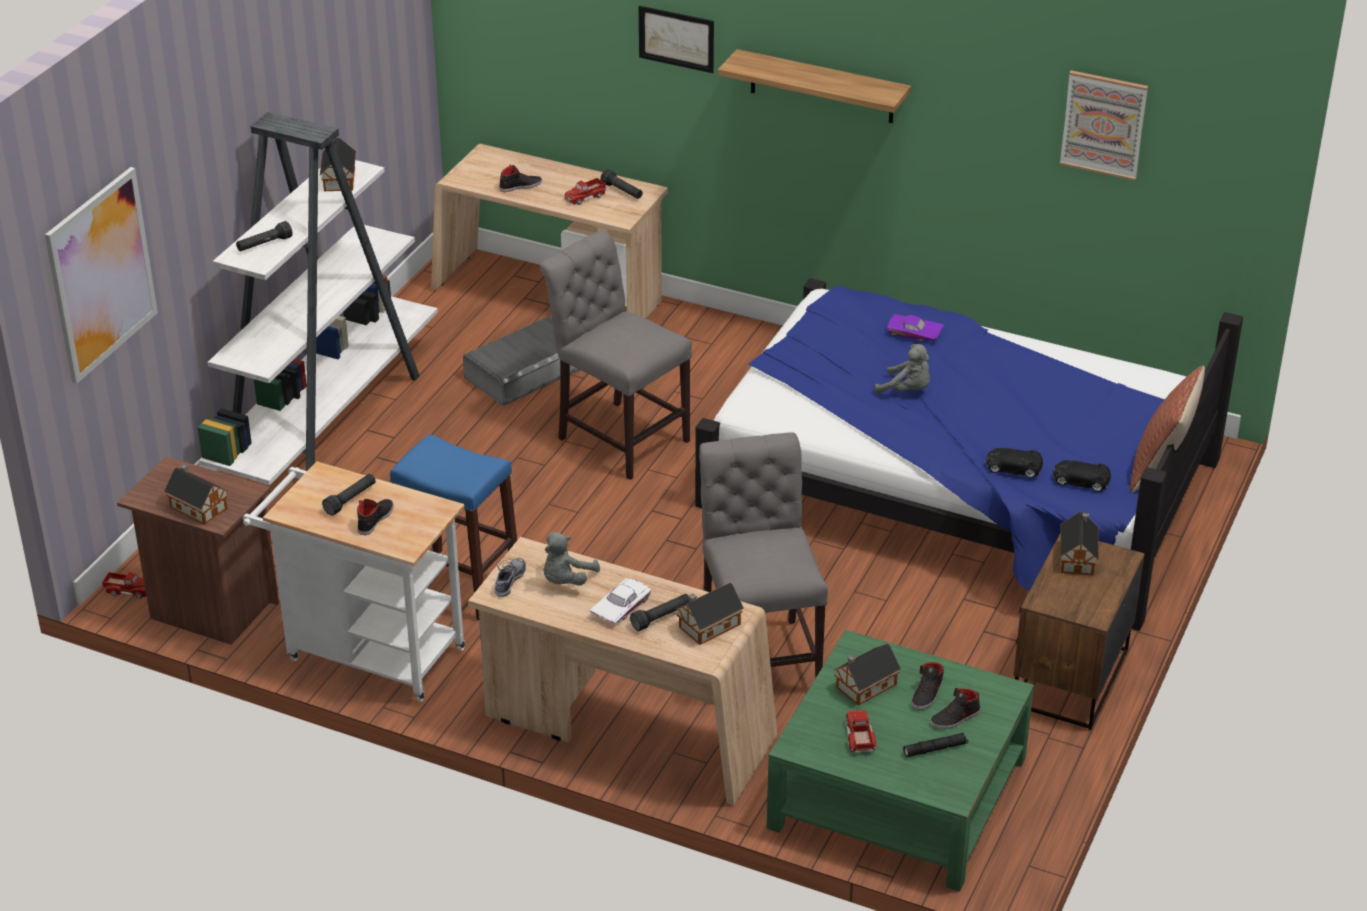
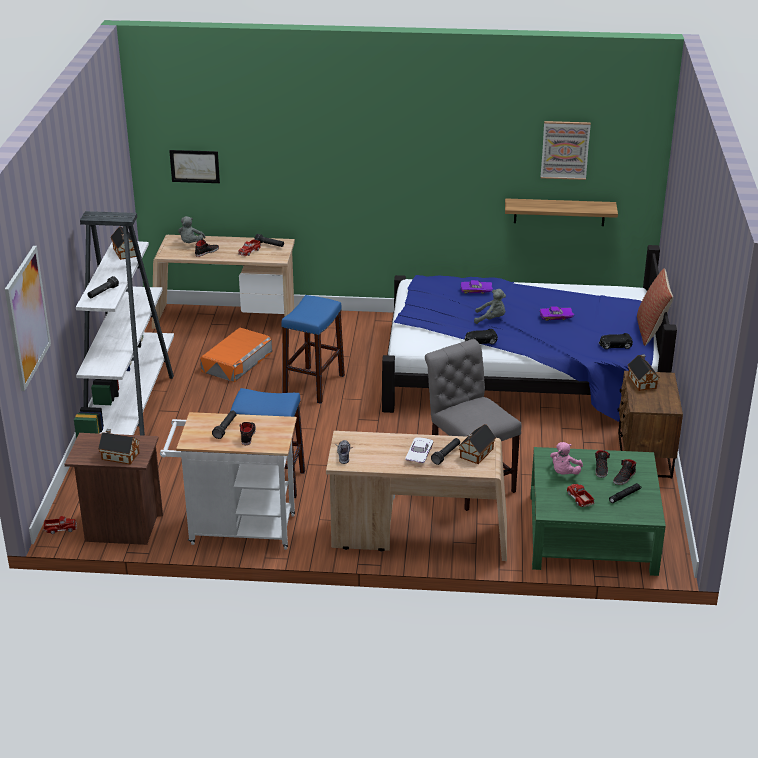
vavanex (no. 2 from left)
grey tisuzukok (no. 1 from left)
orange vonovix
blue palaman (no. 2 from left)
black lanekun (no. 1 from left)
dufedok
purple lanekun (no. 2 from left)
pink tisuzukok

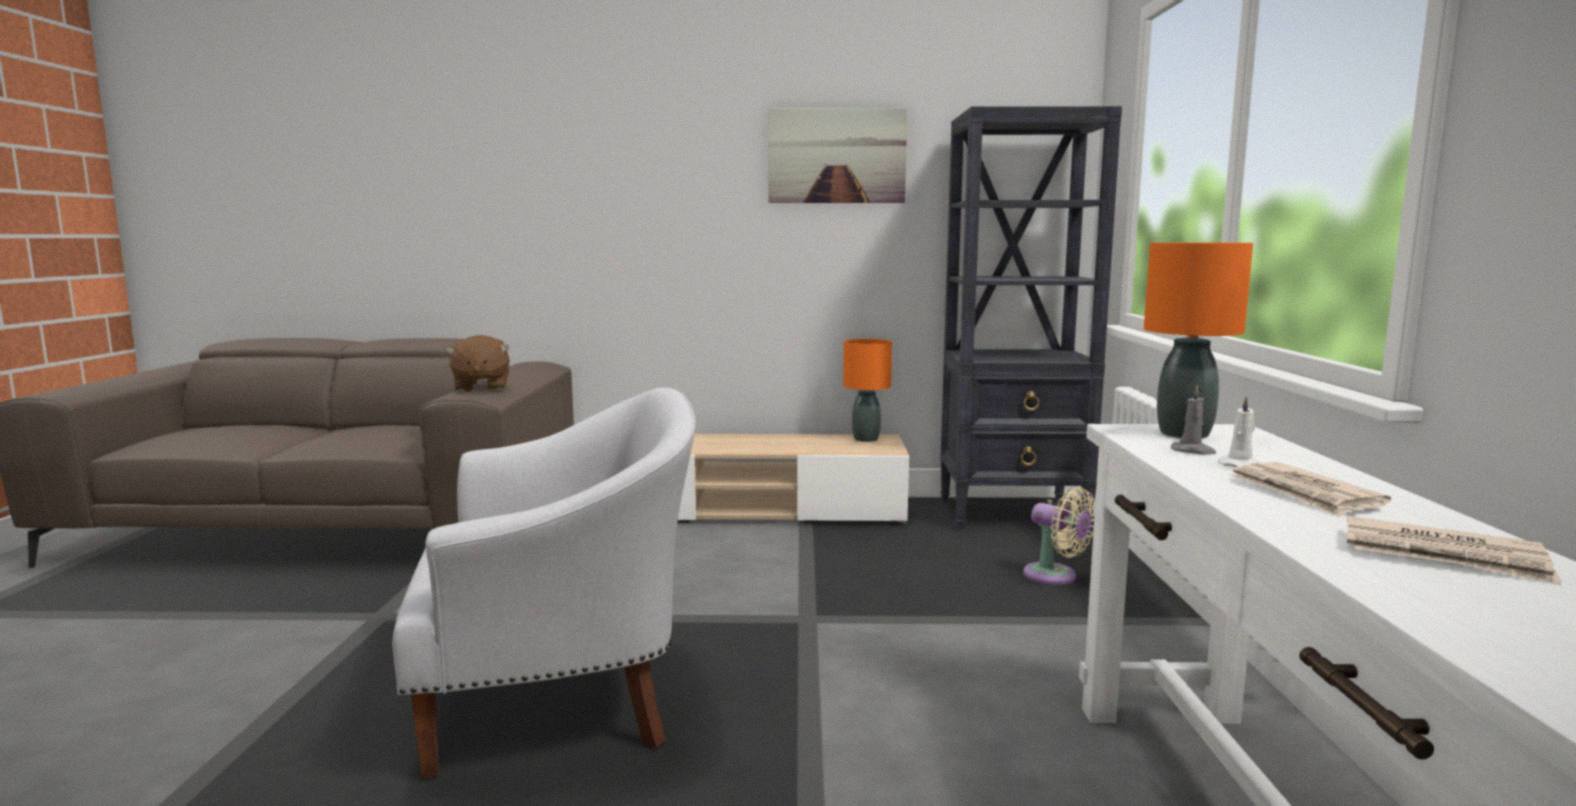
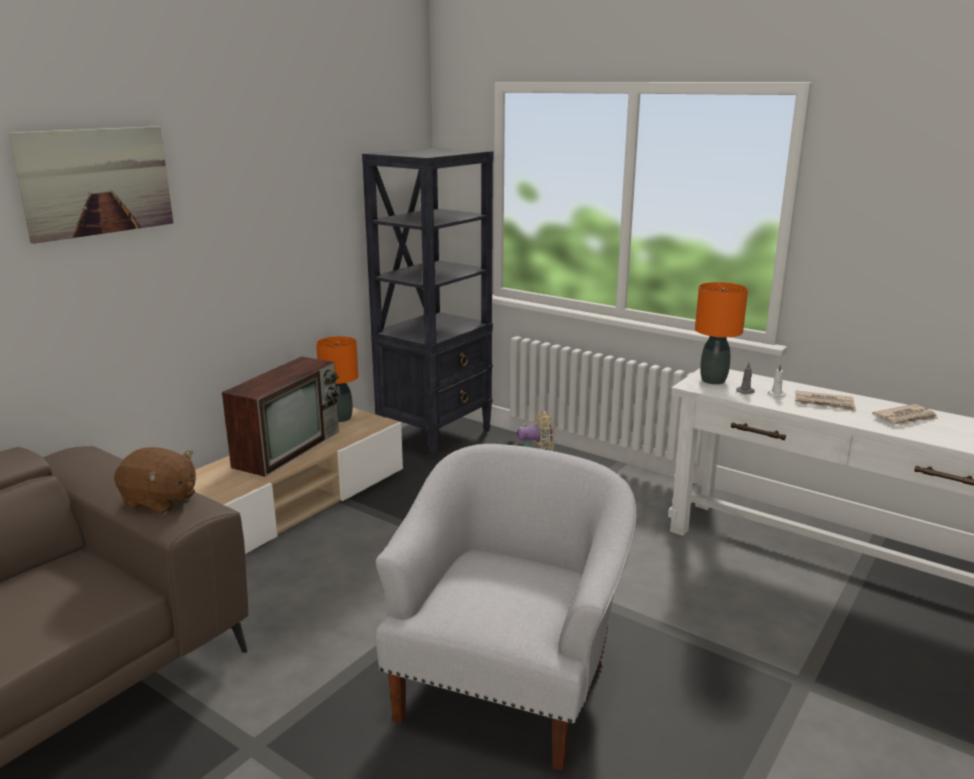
vavanex
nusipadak

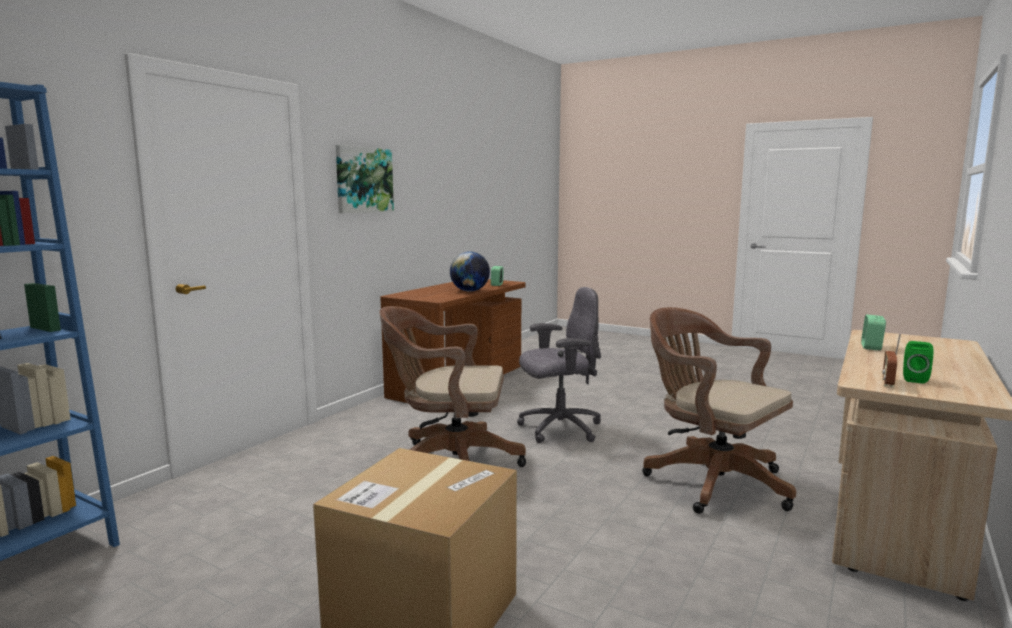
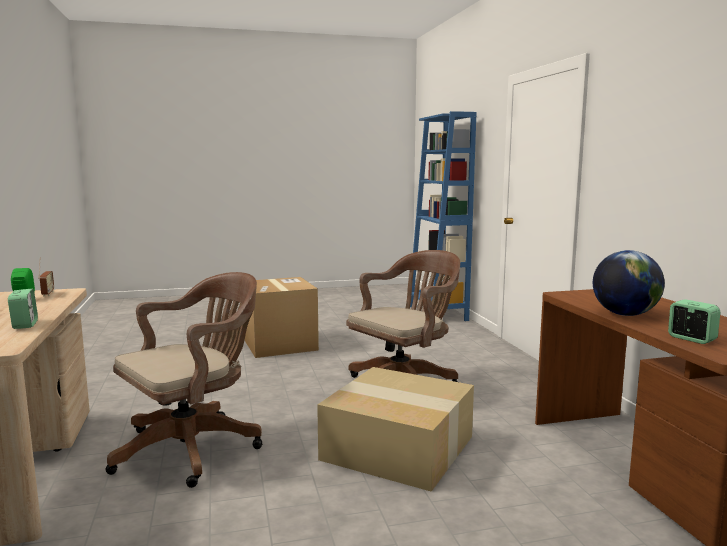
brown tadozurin (no. 1 from left)
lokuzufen (no. 2 from left)
vavanex

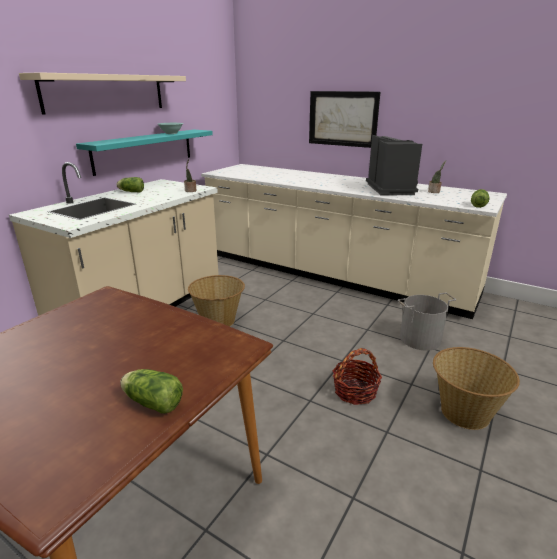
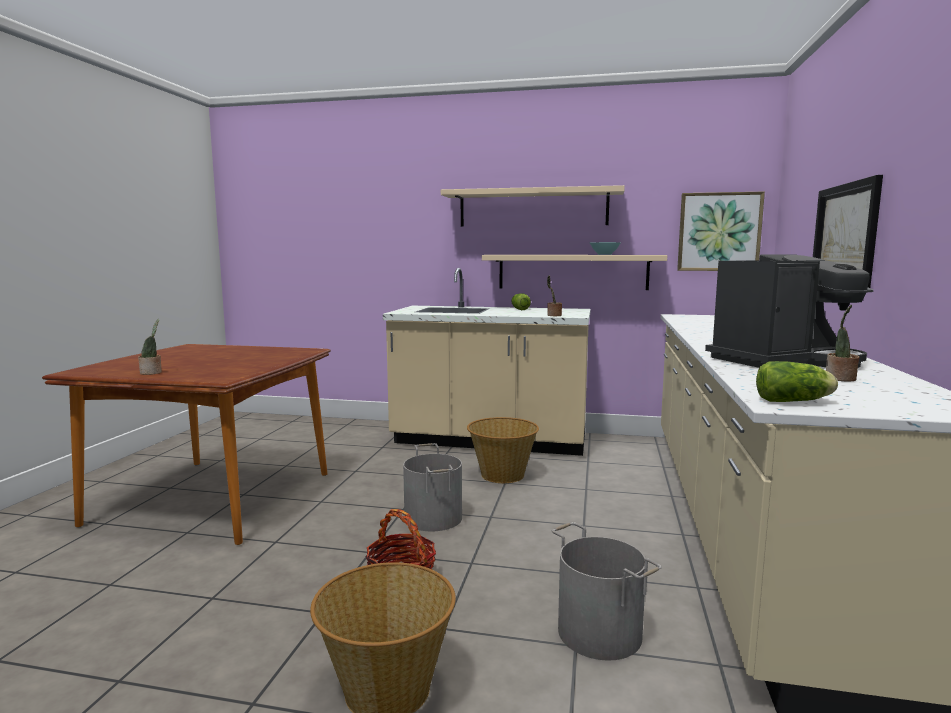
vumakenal (no. 1 from left)
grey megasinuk (no. 1 from left)
beige dufedok (no. 2 from left)
vavanex (no. 1 from left)

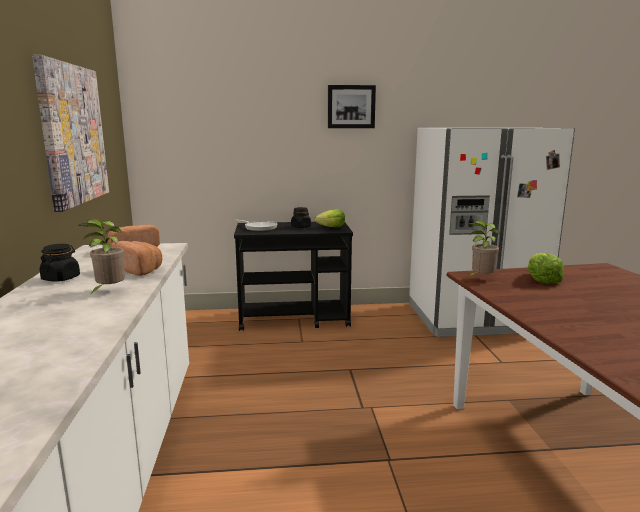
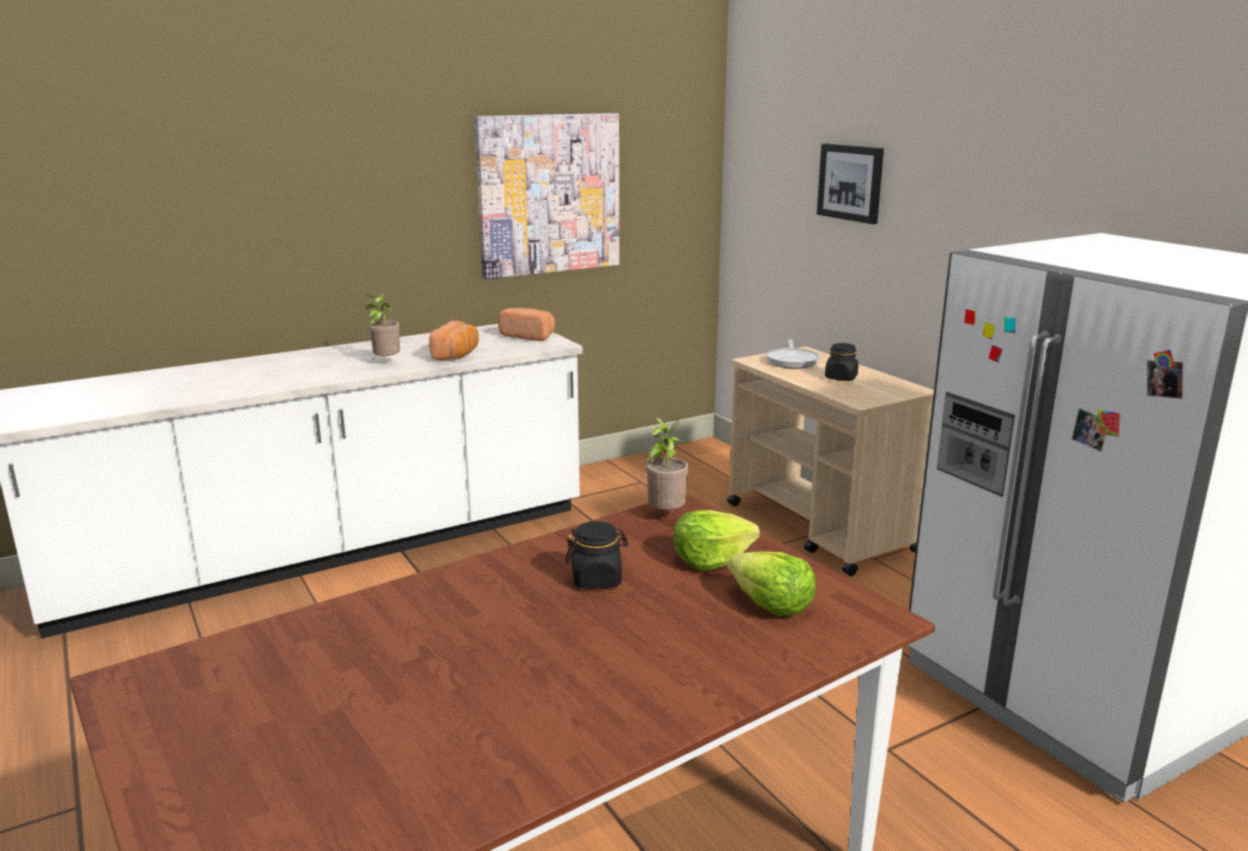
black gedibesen (no. 1 from left)
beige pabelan
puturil (no. 2 from left)
vavanex (no. 2 from left)

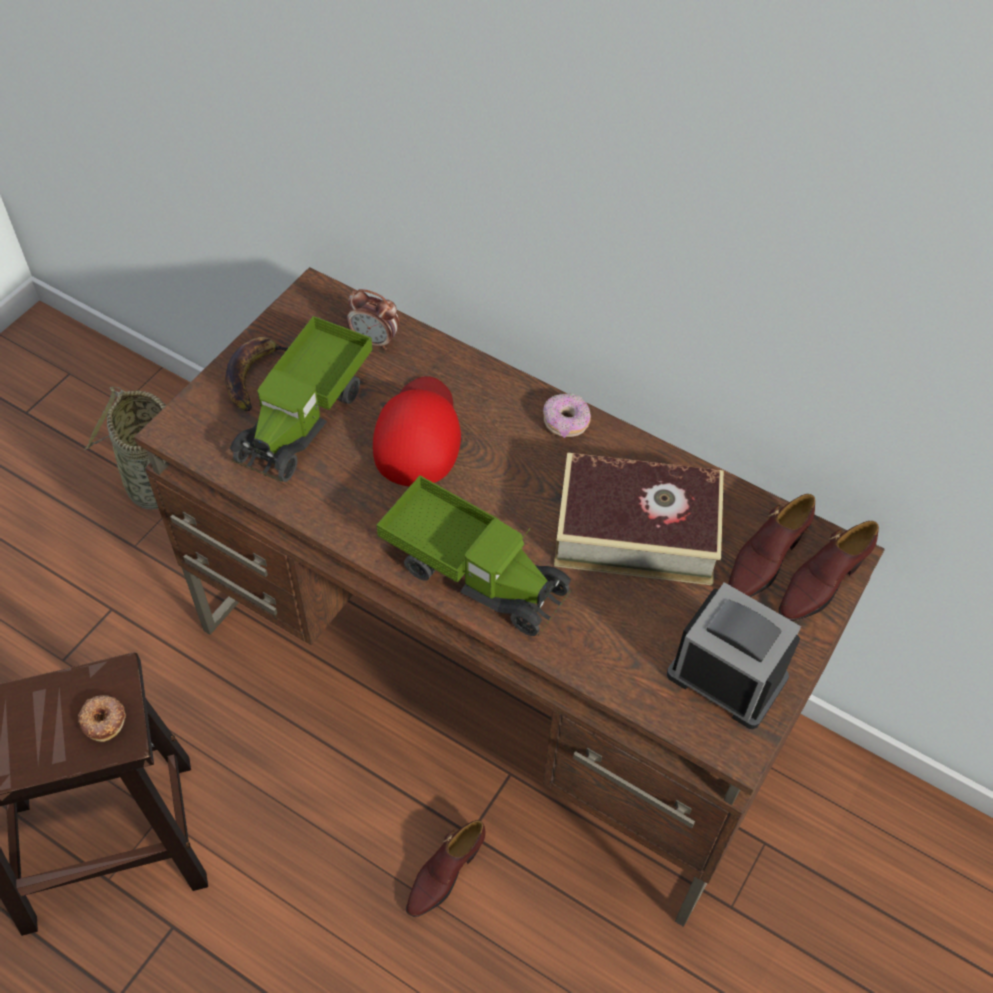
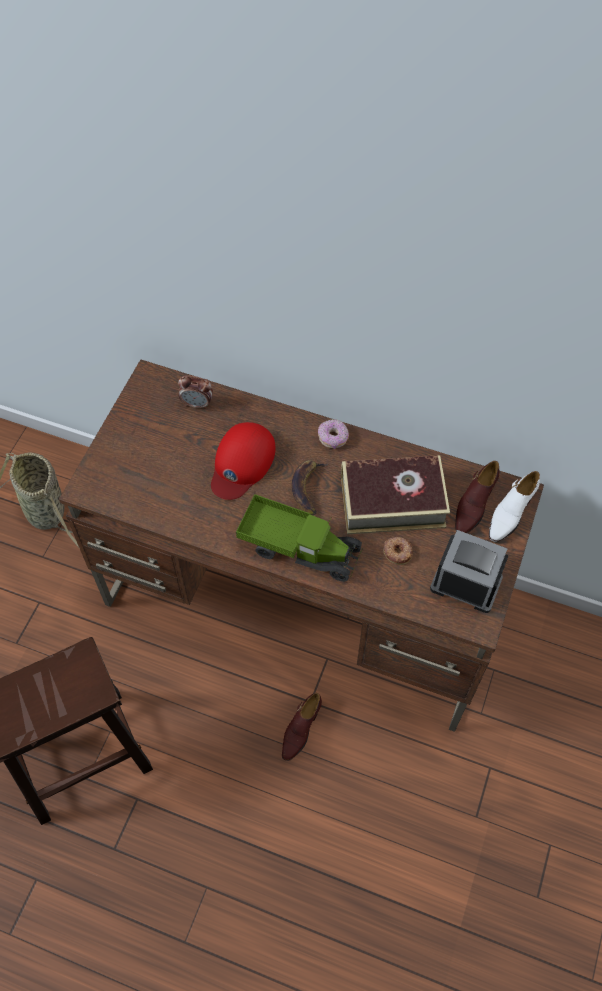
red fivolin
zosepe
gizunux (no. 2 from left)
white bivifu
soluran (no. 1 from left in the first image)

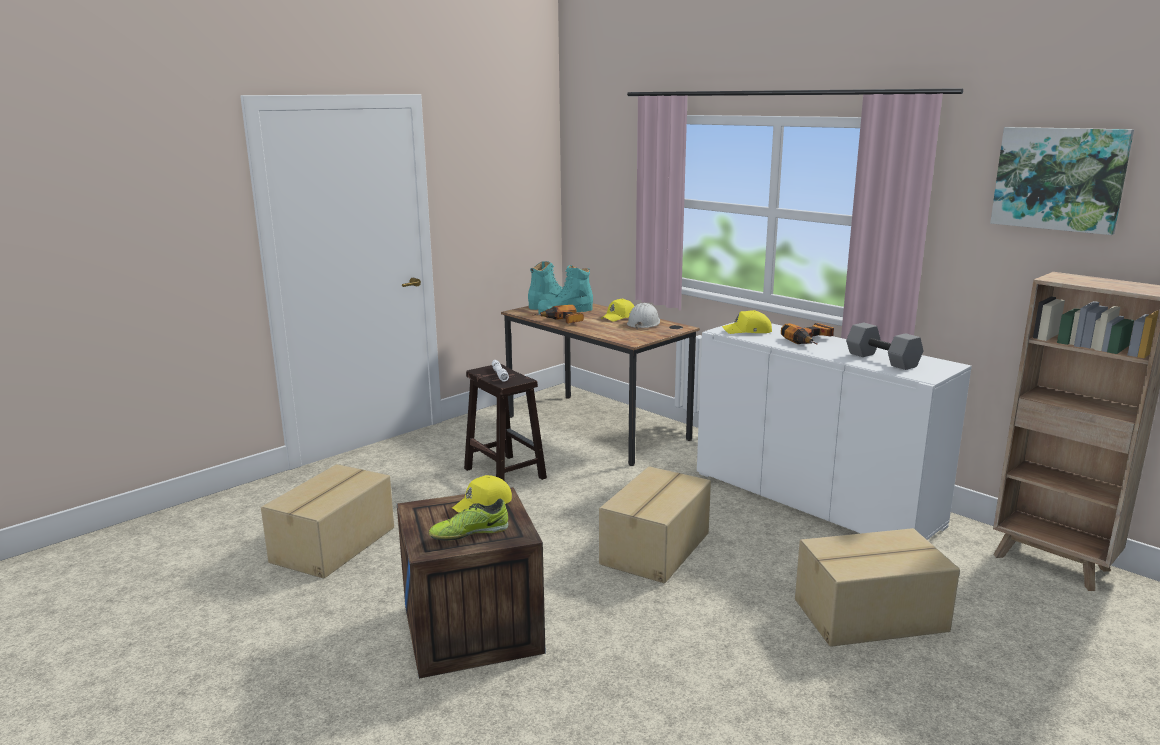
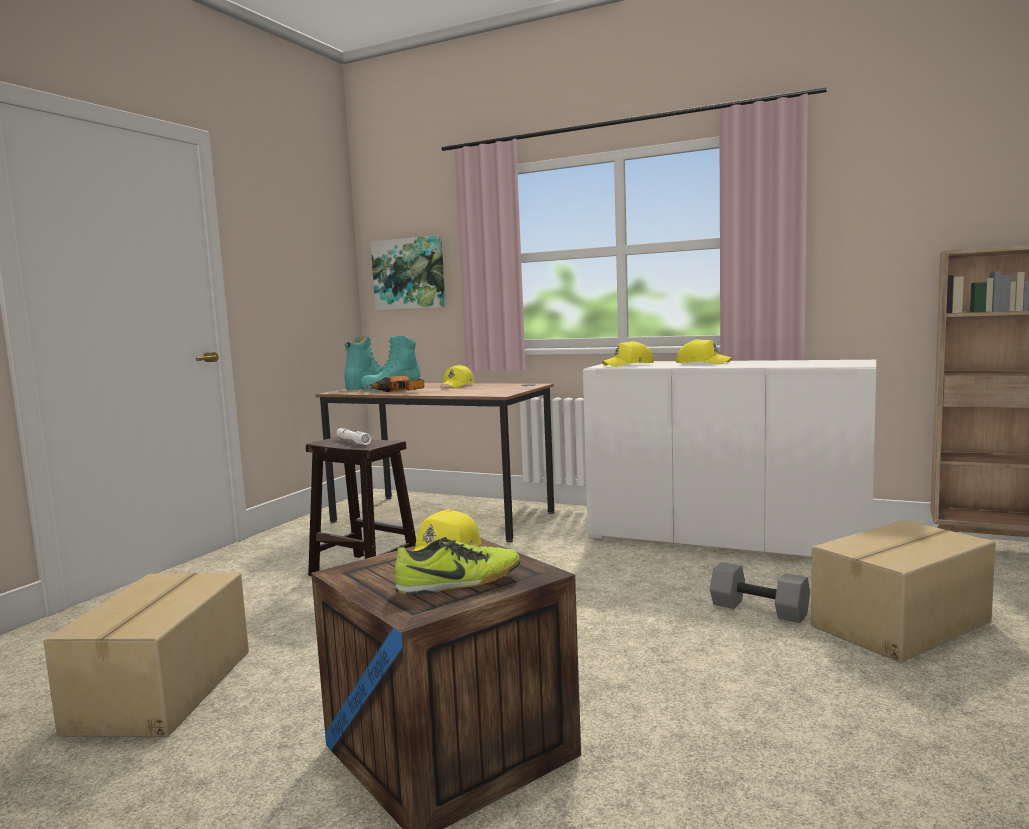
vavanex
bivifu
yellow fivolin (no. 4 from left)
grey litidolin
lokuzufen (no. 2 from left in the first image)
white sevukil

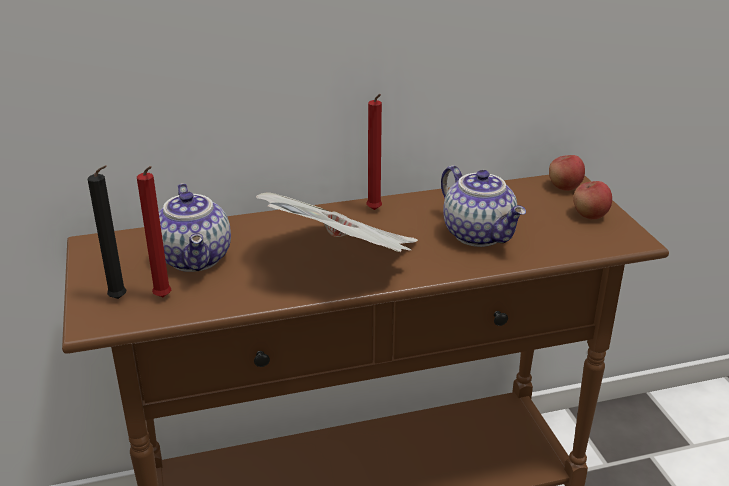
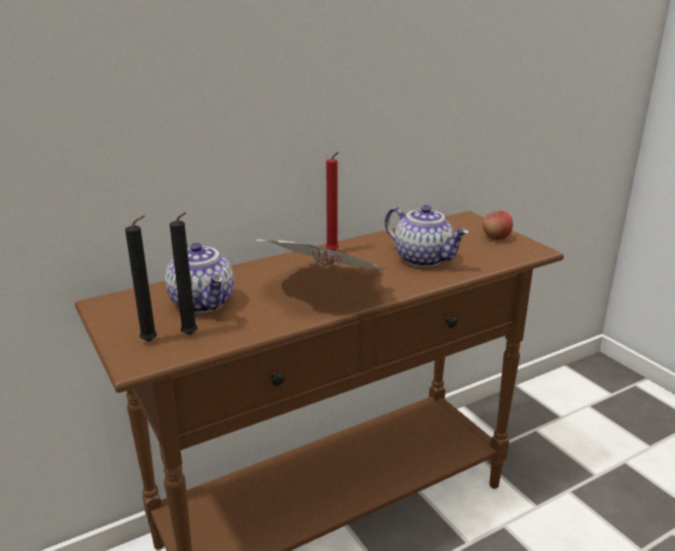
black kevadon (no. 2 from left)
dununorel (no. 1 from left in the first image)

